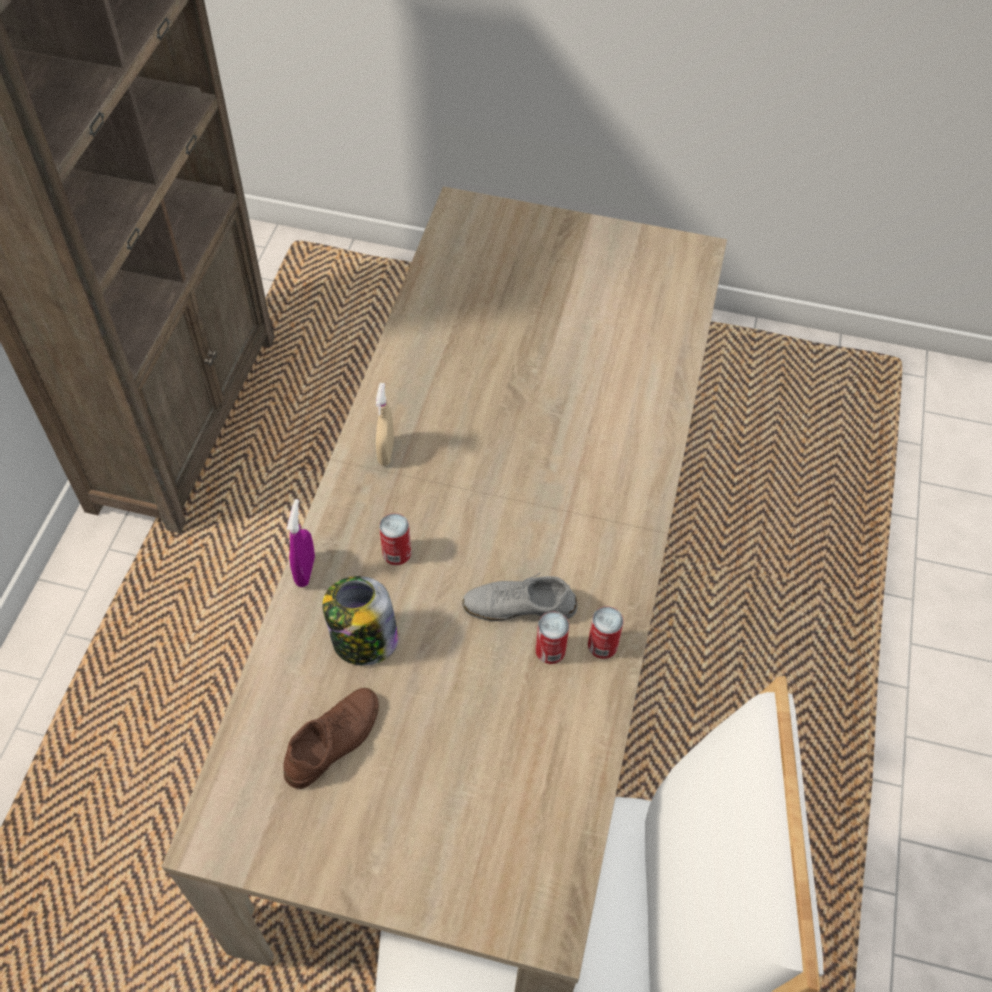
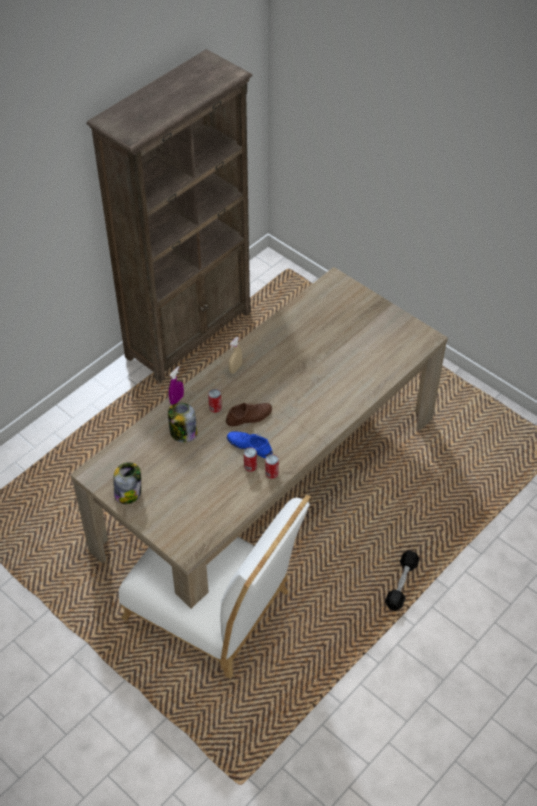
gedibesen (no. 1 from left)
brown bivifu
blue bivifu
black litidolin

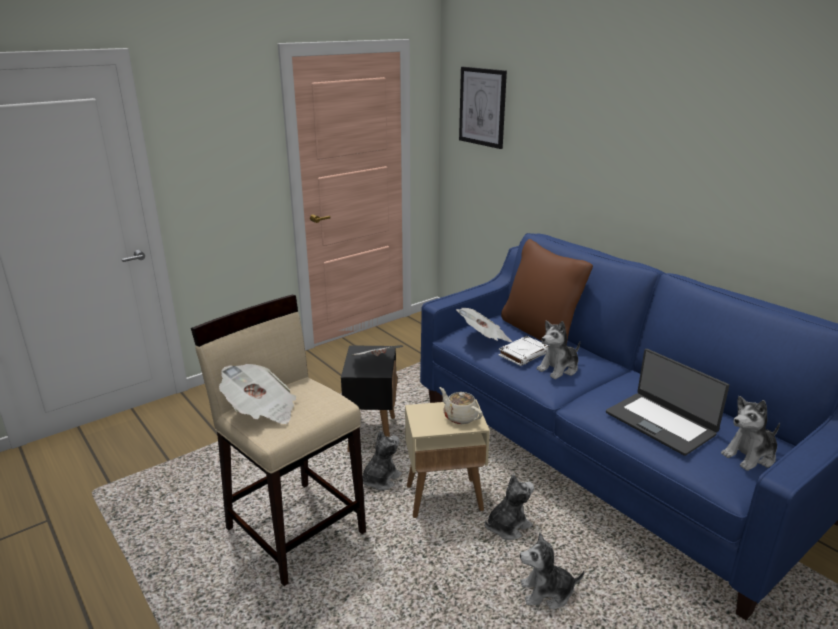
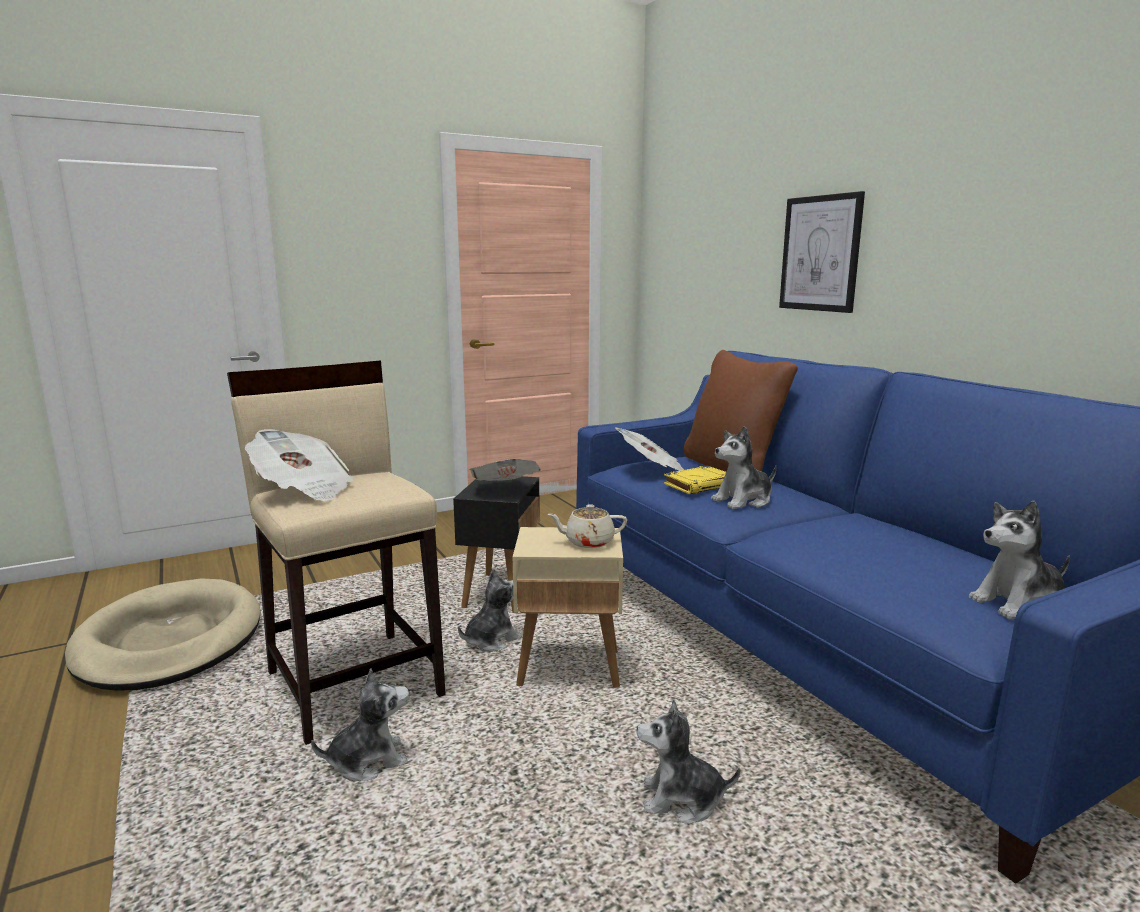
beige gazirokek
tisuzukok (no. 1 from left)
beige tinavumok
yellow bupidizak
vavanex
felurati

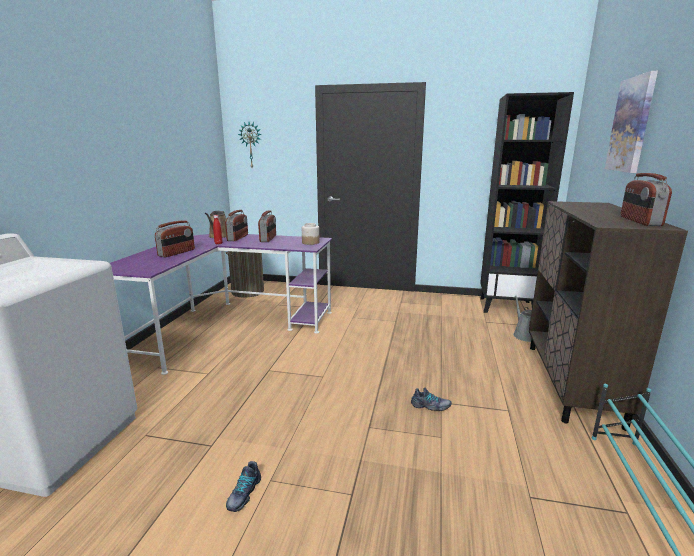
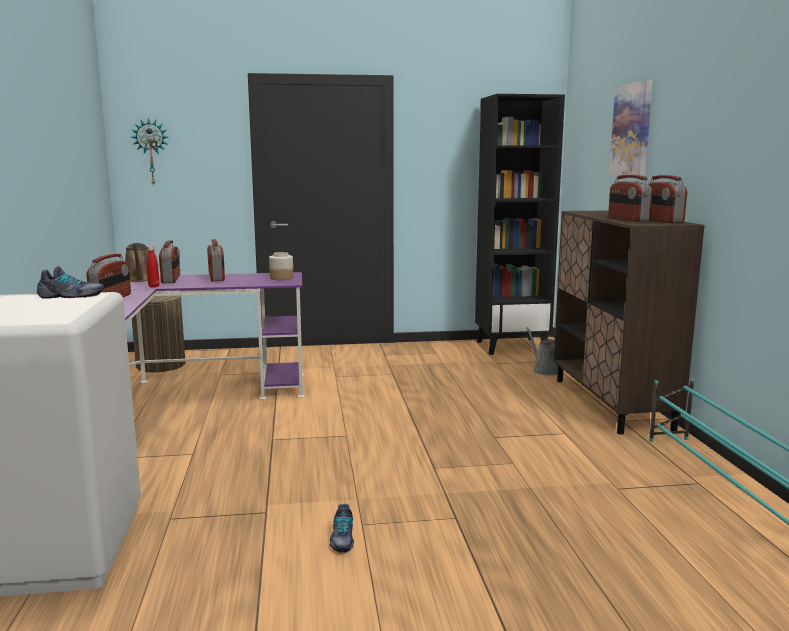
bivifu (no. 1 from left)
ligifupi (no. 4 from left)

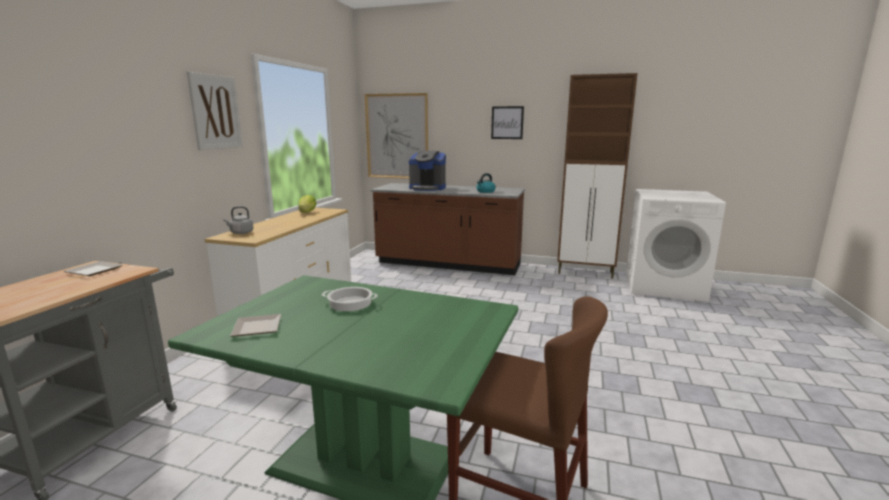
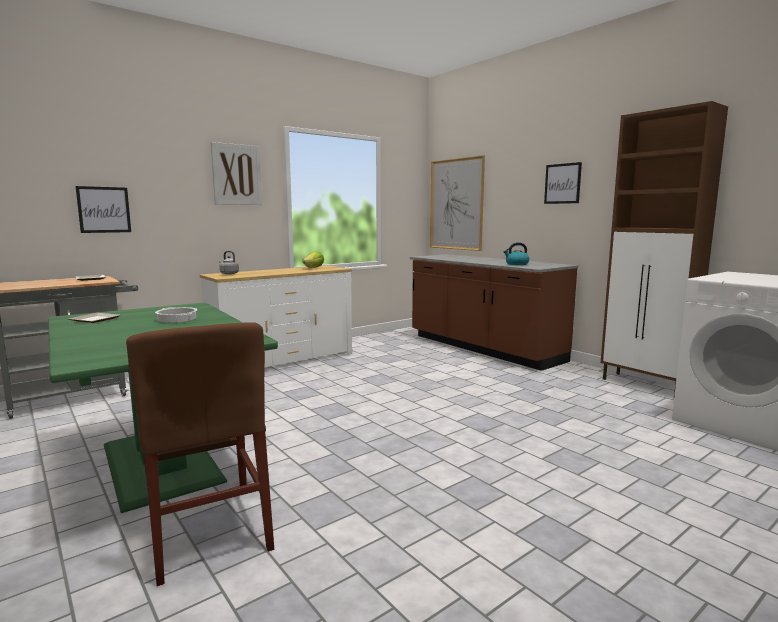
vavanex (no. 1 from left)
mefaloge

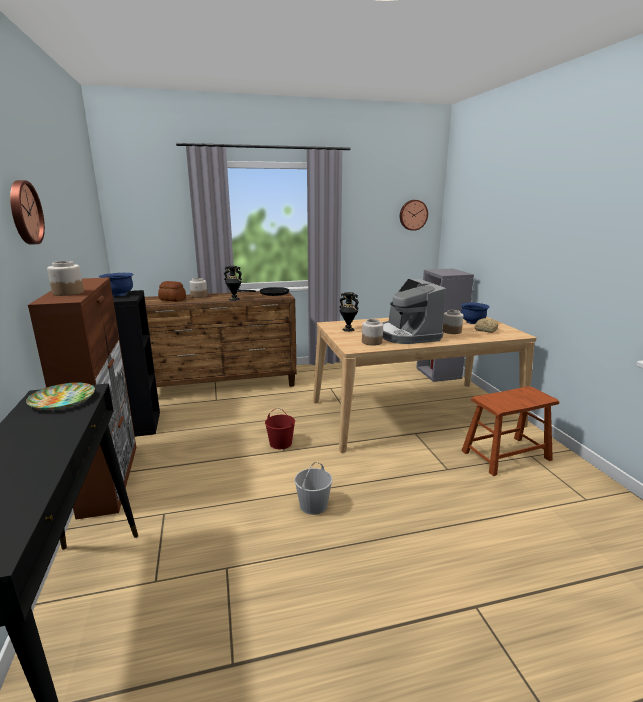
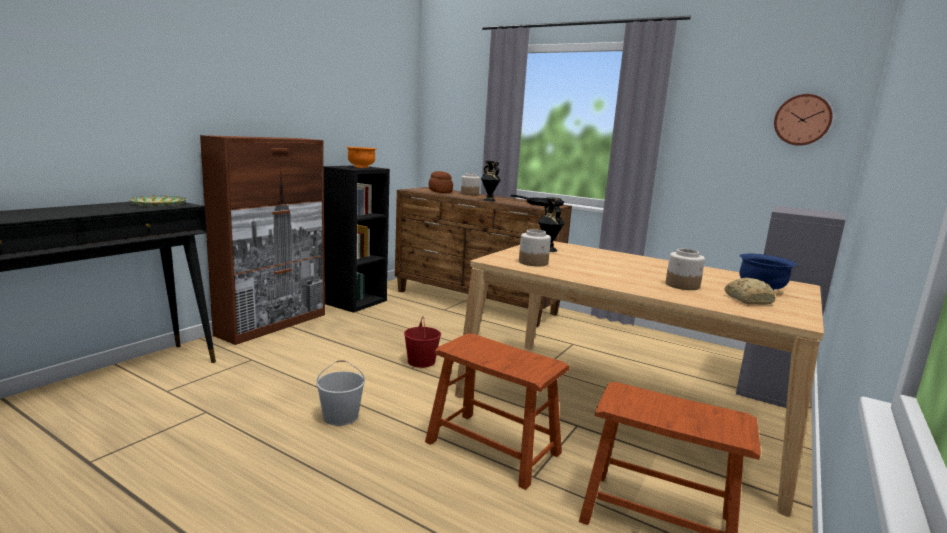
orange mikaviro
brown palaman (no. 1 from left)
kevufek (no. 1 from left in the first image)
gedibesen (no. 1 from left in the first image)
mefaloge

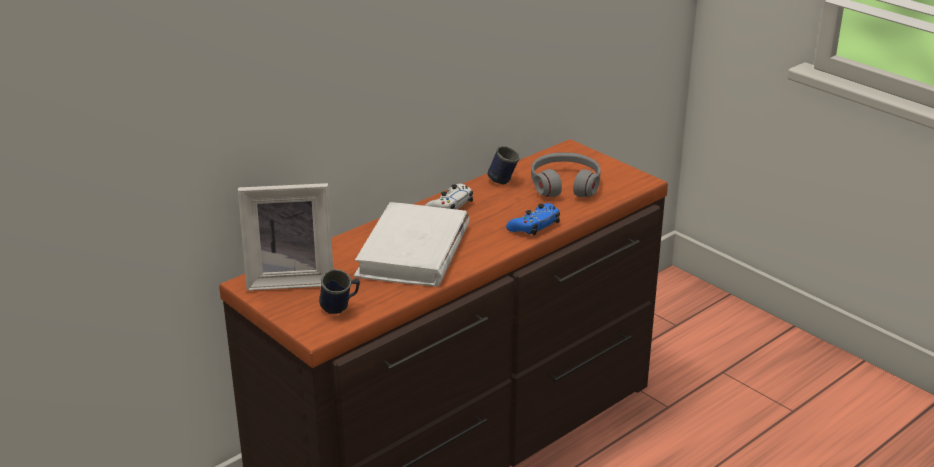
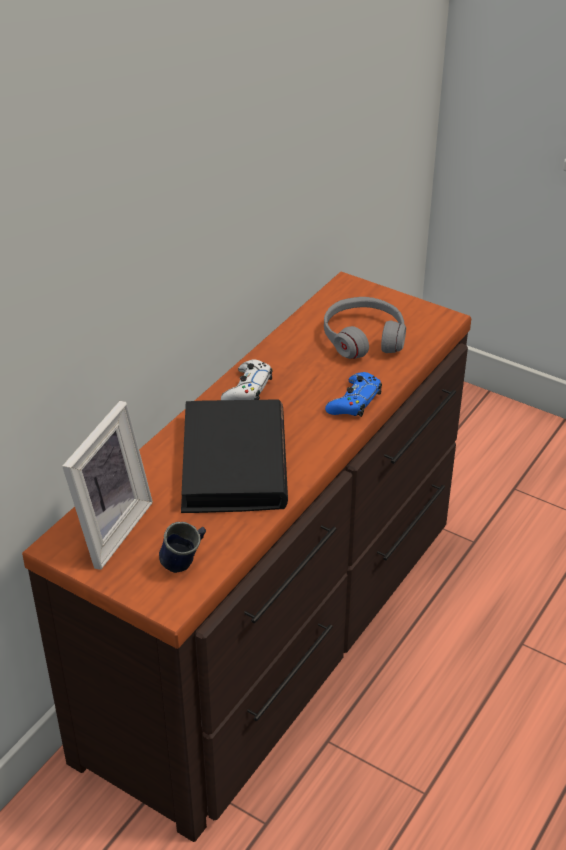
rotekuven
black bupidizak
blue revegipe (no. 2 from left in the first image)

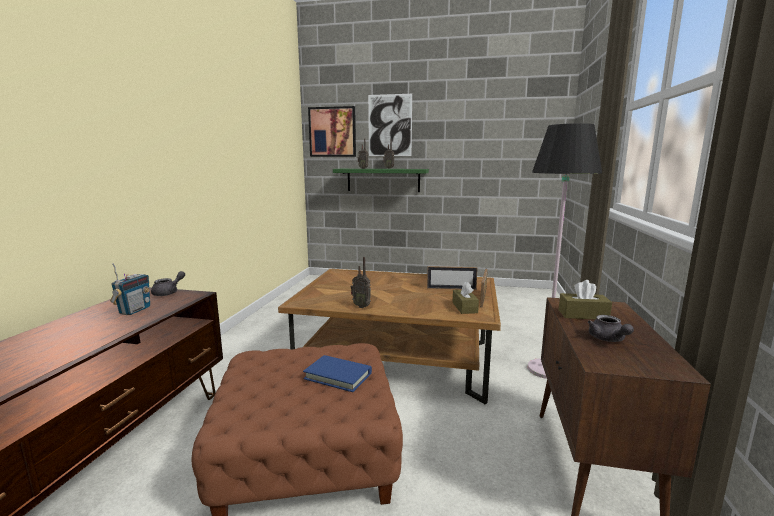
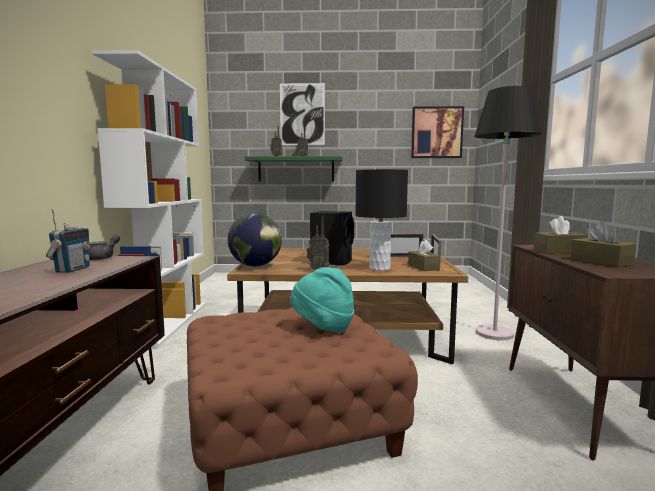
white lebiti
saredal
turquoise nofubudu
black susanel
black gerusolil
vavanex (no. 2 from left)
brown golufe (no. 3 from left)

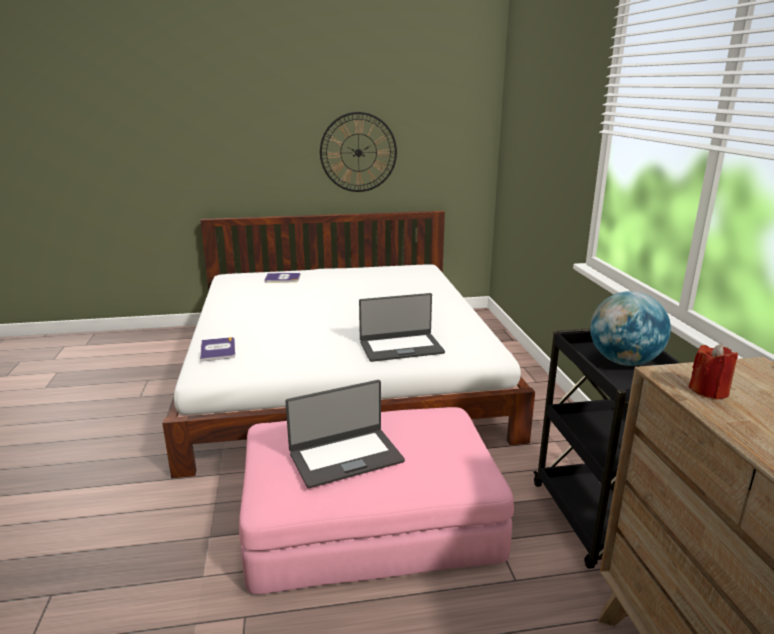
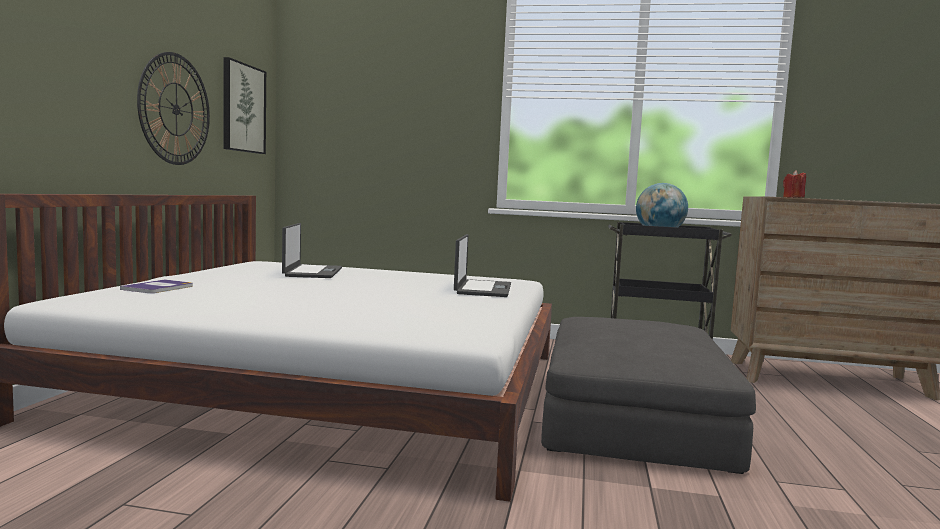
vavanex
felurati (no. 1 from left)
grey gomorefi
bupidizak (no. 1 from left in the first image)

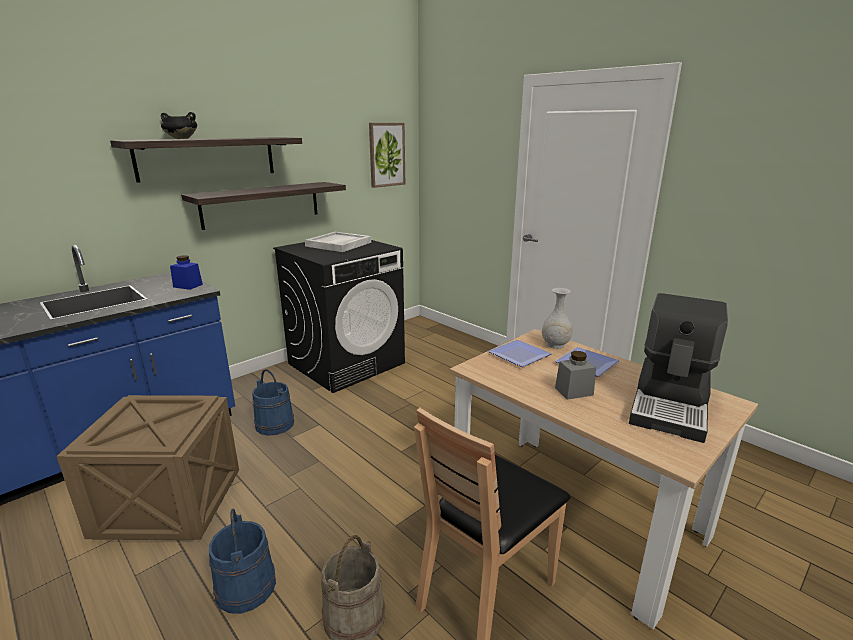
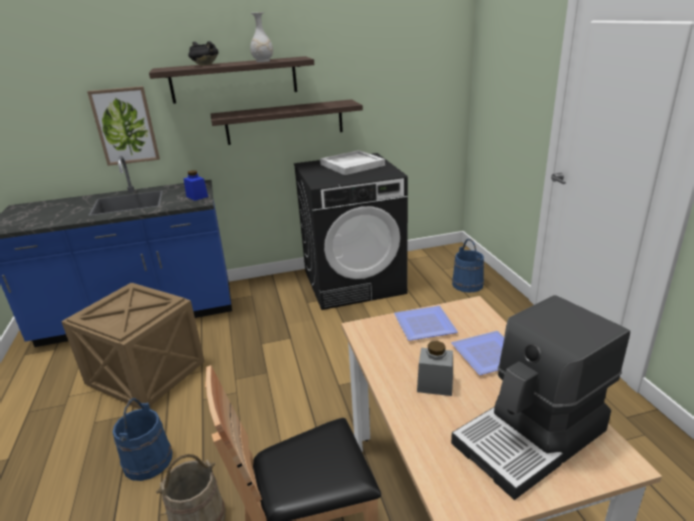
vavanex
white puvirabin
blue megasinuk (no. 2 from left)

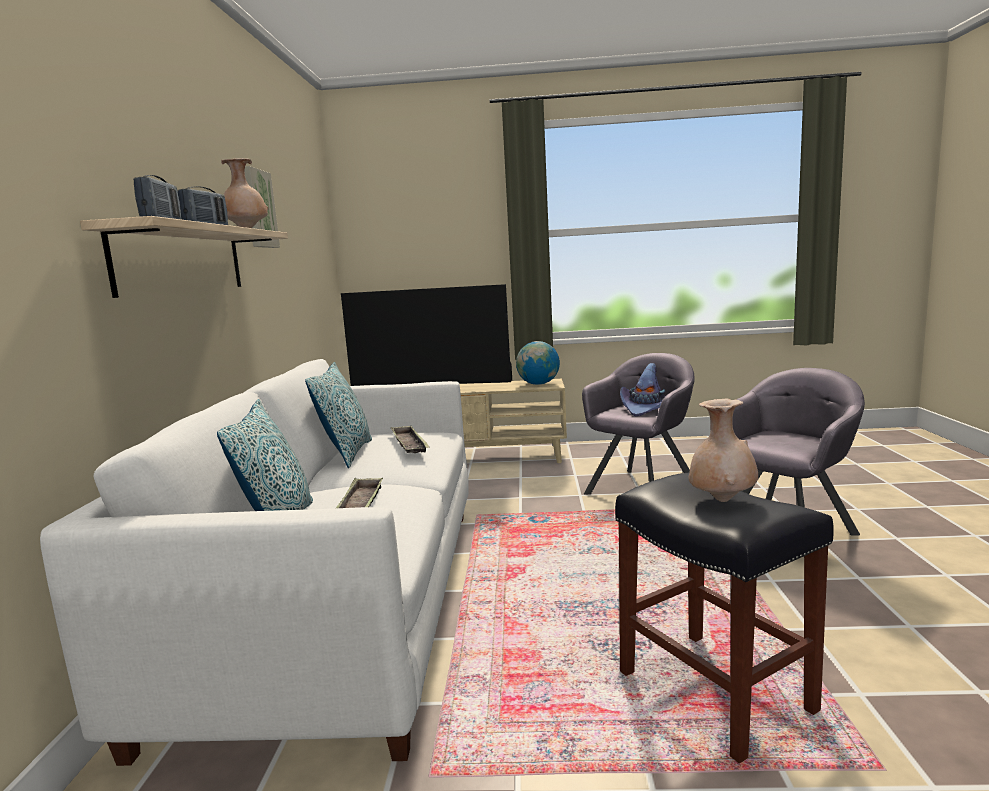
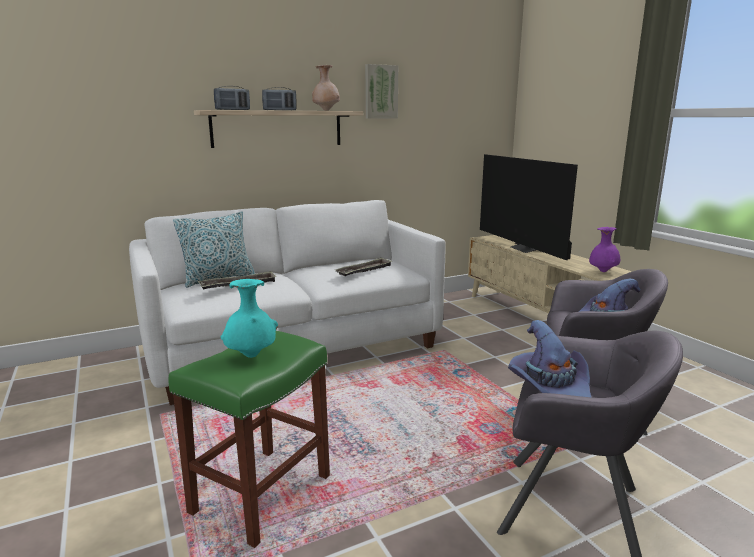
green palaman
turquoise puvirabin
purple nofubudu (no. 1 from left)
purple puvirabin
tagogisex (no. 2 from left in the first image)

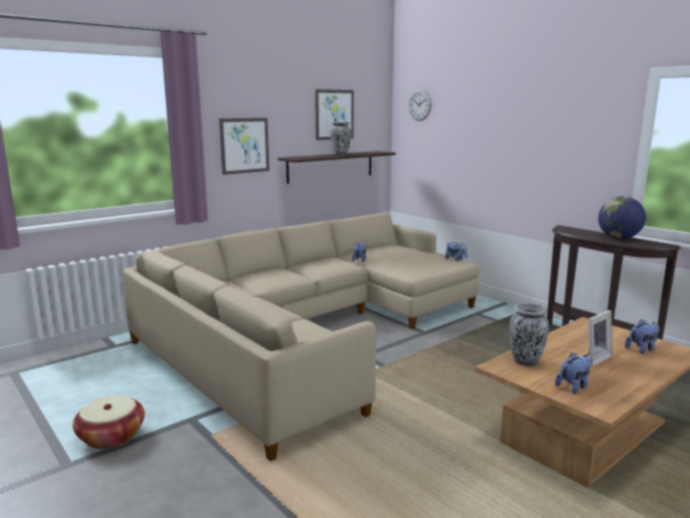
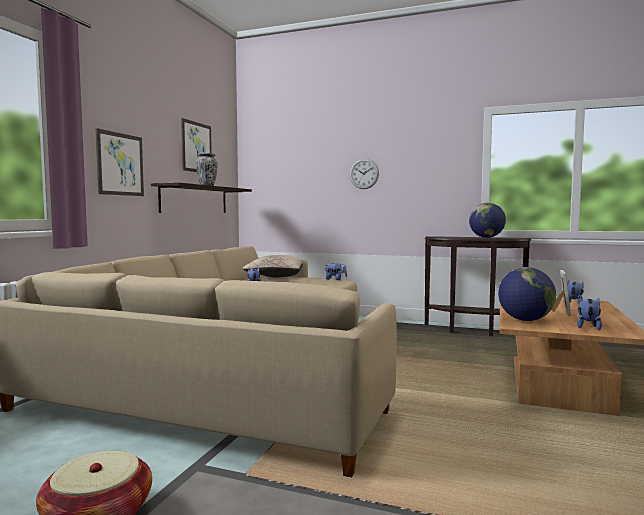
beige tagogisex
kevufek
saredal (no. 2 from left)

